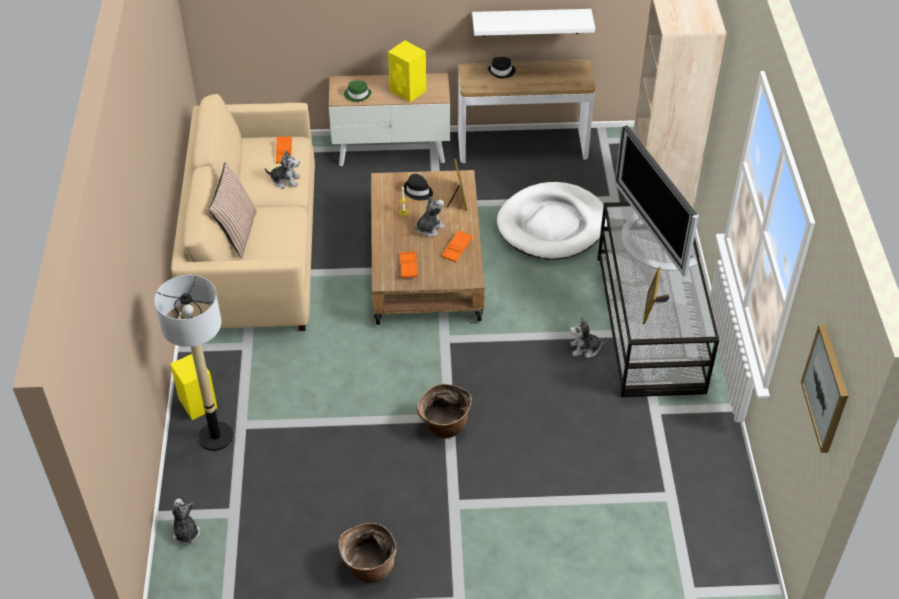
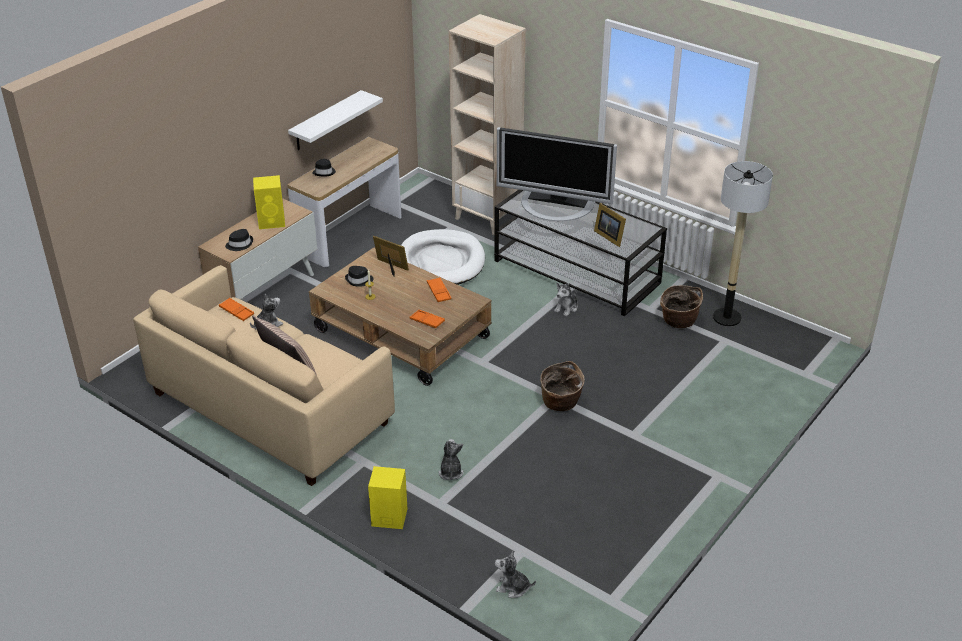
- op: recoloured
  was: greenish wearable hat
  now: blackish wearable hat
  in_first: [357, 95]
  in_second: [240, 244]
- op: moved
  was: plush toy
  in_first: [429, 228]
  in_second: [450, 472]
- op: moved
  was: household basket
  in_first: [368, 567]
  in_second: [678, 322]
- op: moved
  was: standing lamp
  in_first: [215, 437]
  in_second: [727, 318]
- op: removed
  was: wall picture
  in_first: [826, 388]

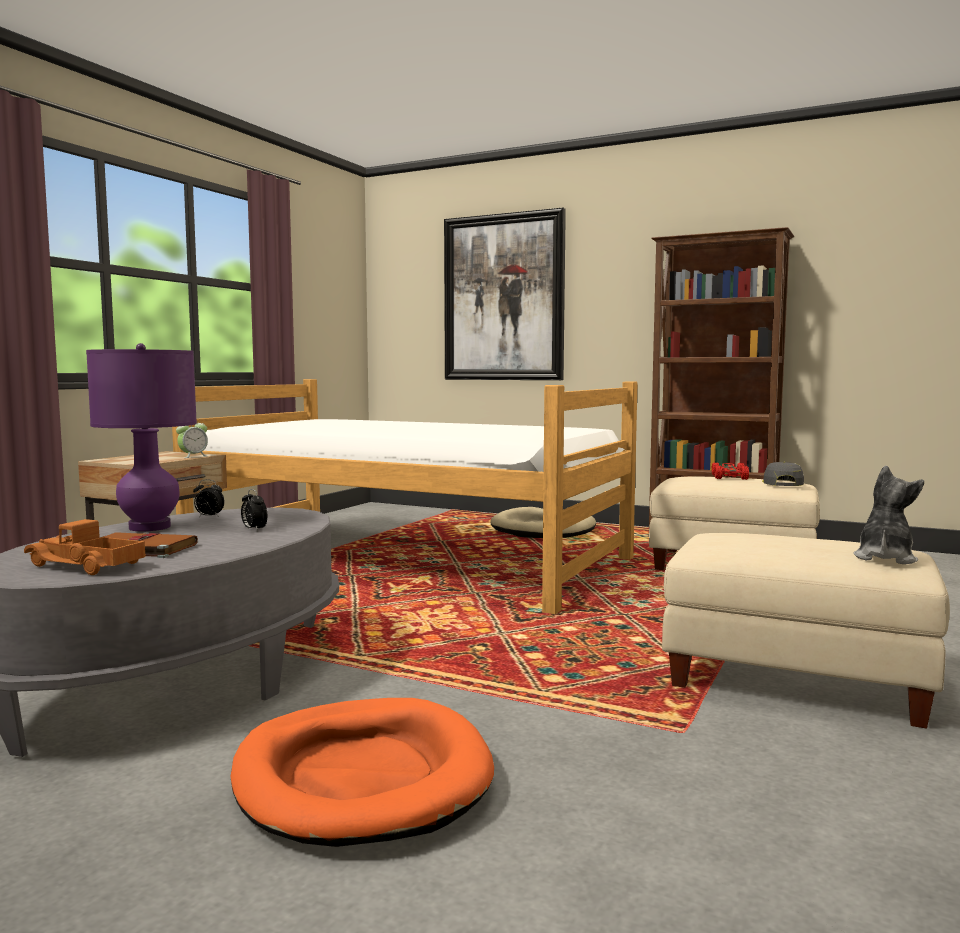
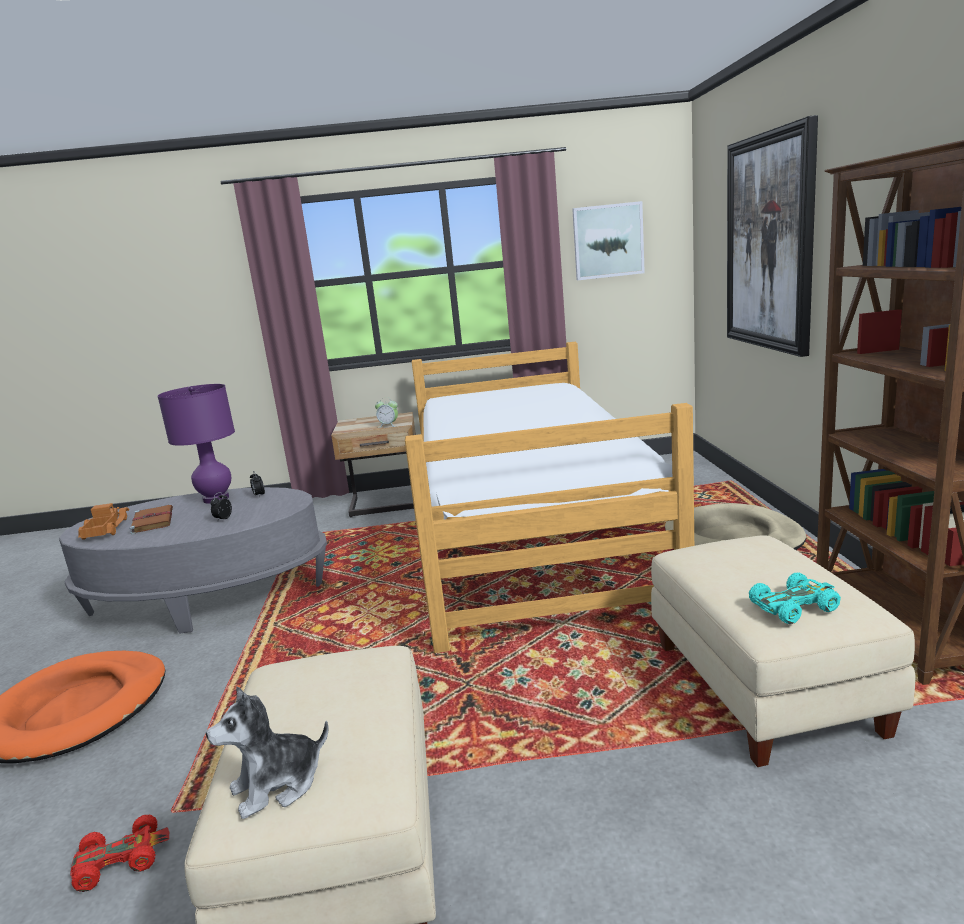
- op: moved
  was: red miniature car
  in_first: [729, 477]
  in_second: [121, 859]
- op: turned
  was: plush toy
  in_first: [884, 558]
  in_second: [277, 785]
  clockwise: 150
- op: added
  now: wall picture
  in_second: [608, 241]
- op: replaced
  was: grey peaked cap
  now: turquoise-coloured miniature car
  in_first: [782, 483]
  in_second: [794, 606]

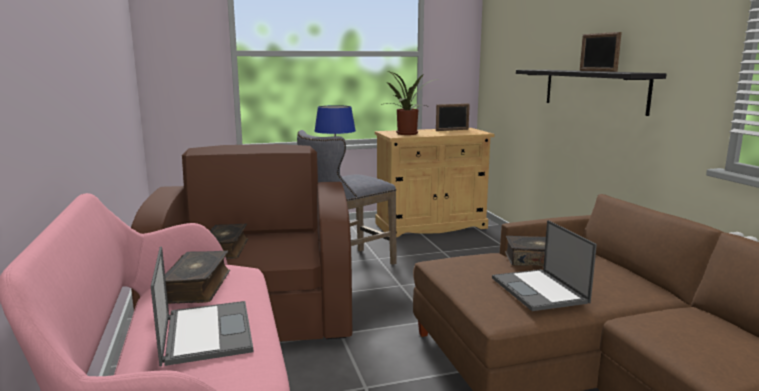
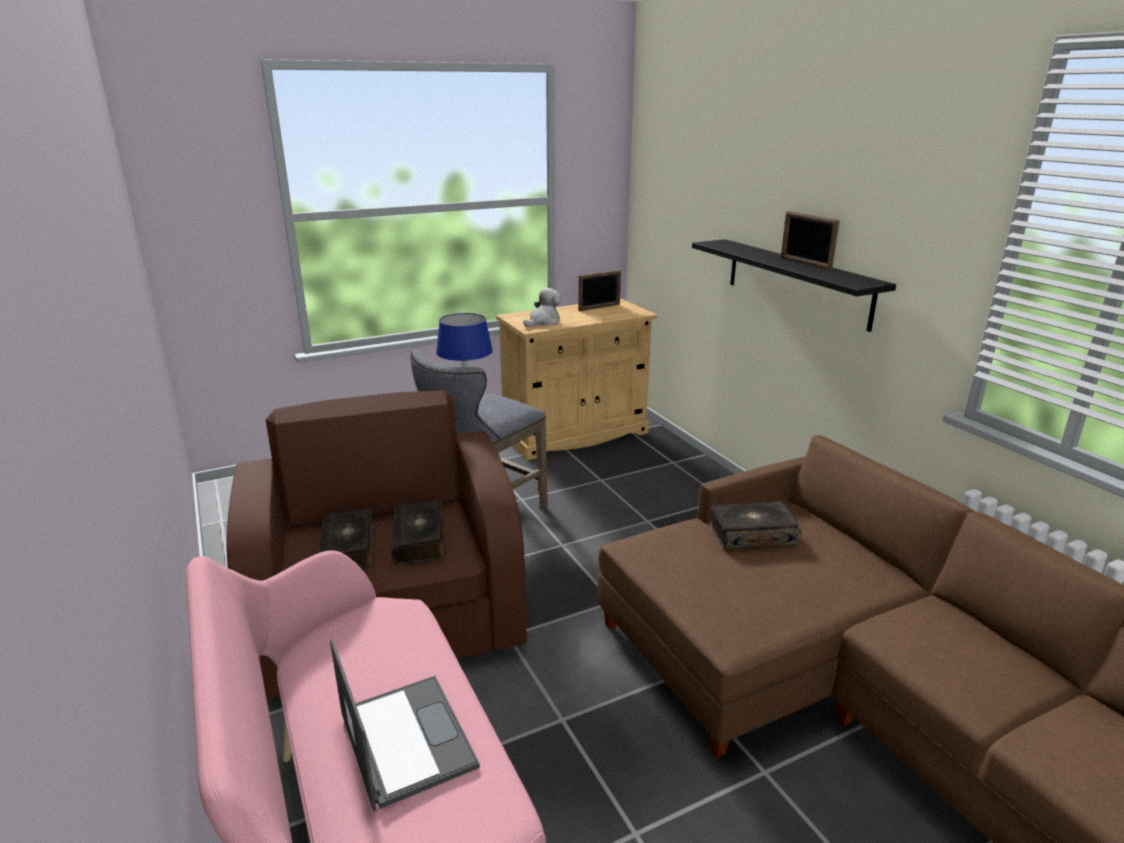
- op: moved
  was: volume
  in_first: [197, 286]
  in_second: [420, 541]
- op: replaced
  was: houseplant
  now: plush toy
  in_first: [407, 134]
  in_second: [543, 322]
- op: removed
  was: portable computer
  in_first: [540, 290]

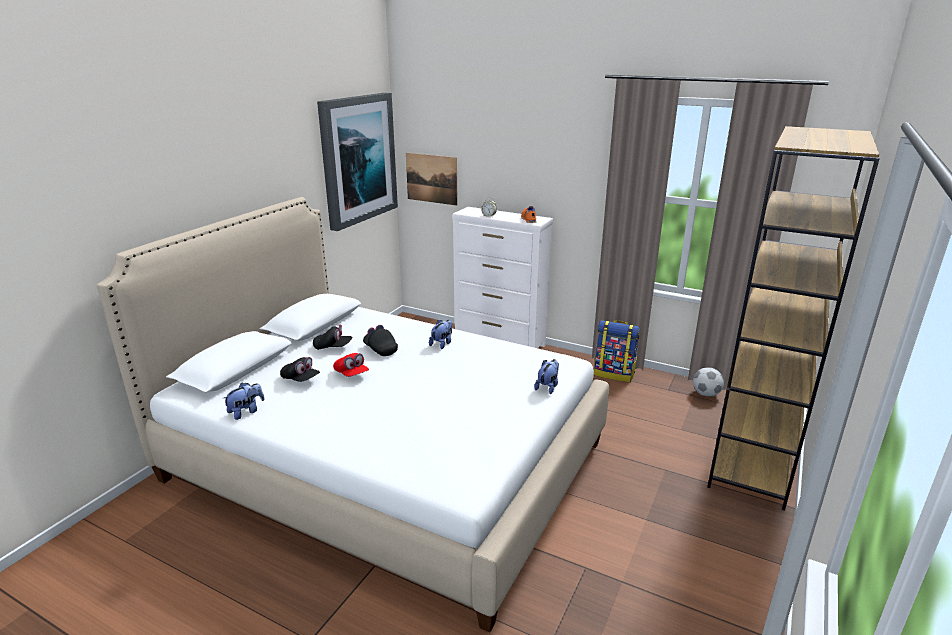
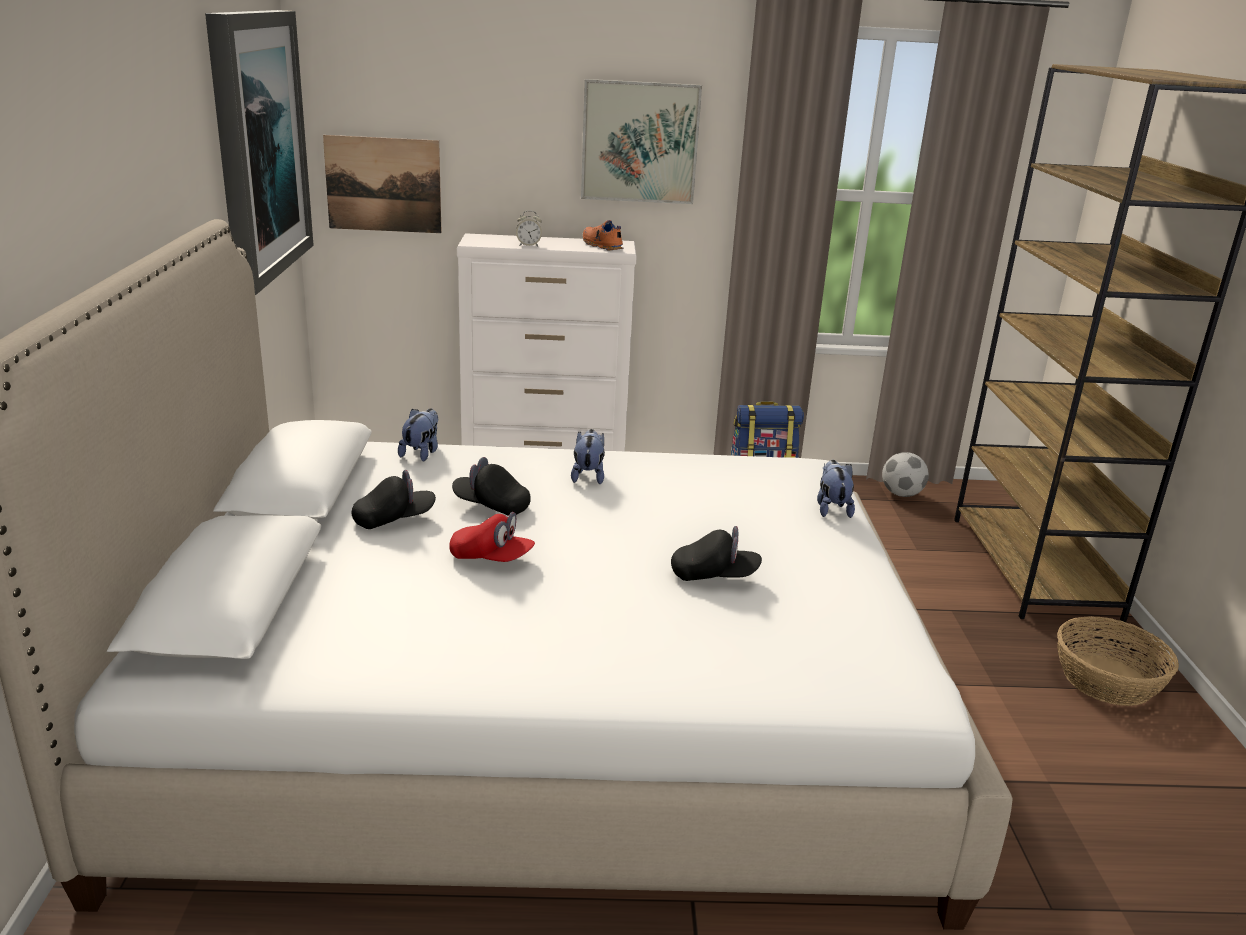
- op: moved
  was: plush toy
  in_first: [246, 412]
  in_second: [421, 453]
- op: added
  now: wall picture
  in_second: [640, 142]
- op: moved
  was: blackish peaked cap
  in_first: [301, 379]
  in_second: [714, 575]
- op: added
  now: household basket
  in_second: [1107, 680]

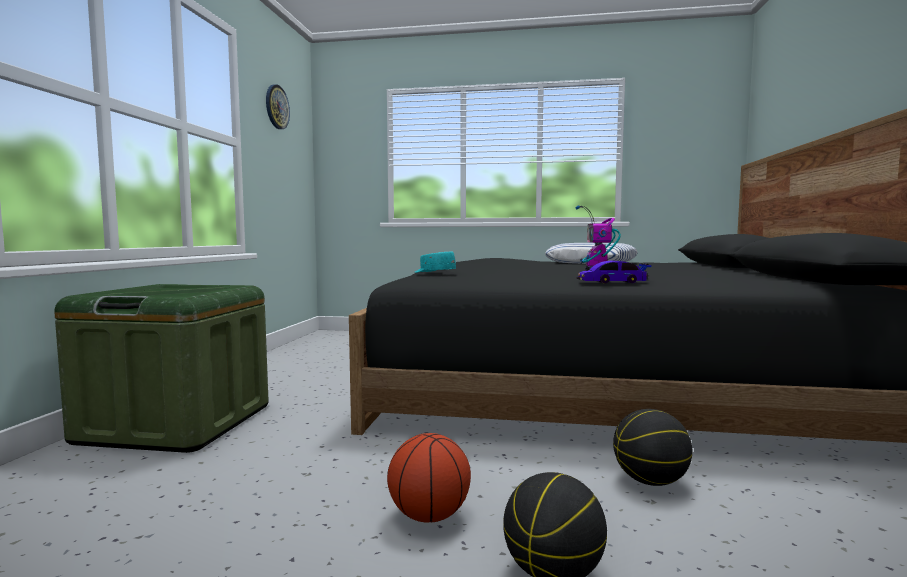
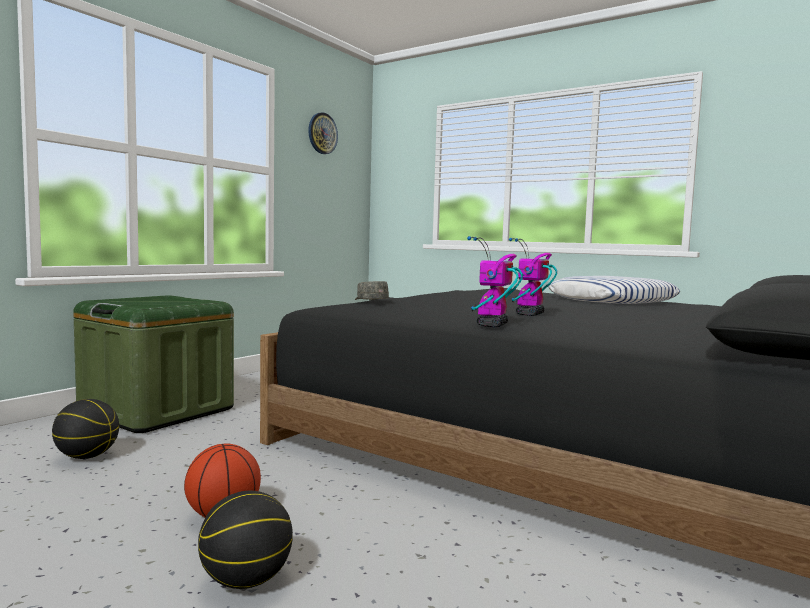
- op: moved
  was: basketball ball
  in_first: [650, 481]
  in_second: [87, 457]
- op: recoloured
  was: turquoise-coloured peaked cap
  now: grey peaked cap
  in_first: [434, 273]
  in_second: [370, 301]
- op: replaced
  was: miniature car
  now: robot figure
  in_first: [612, 282]
  in_second: [492, 325]

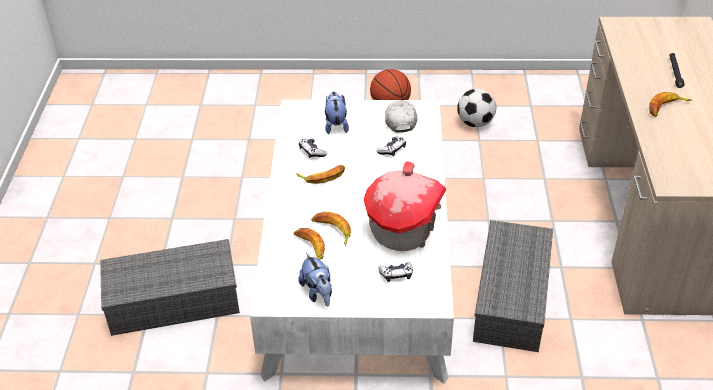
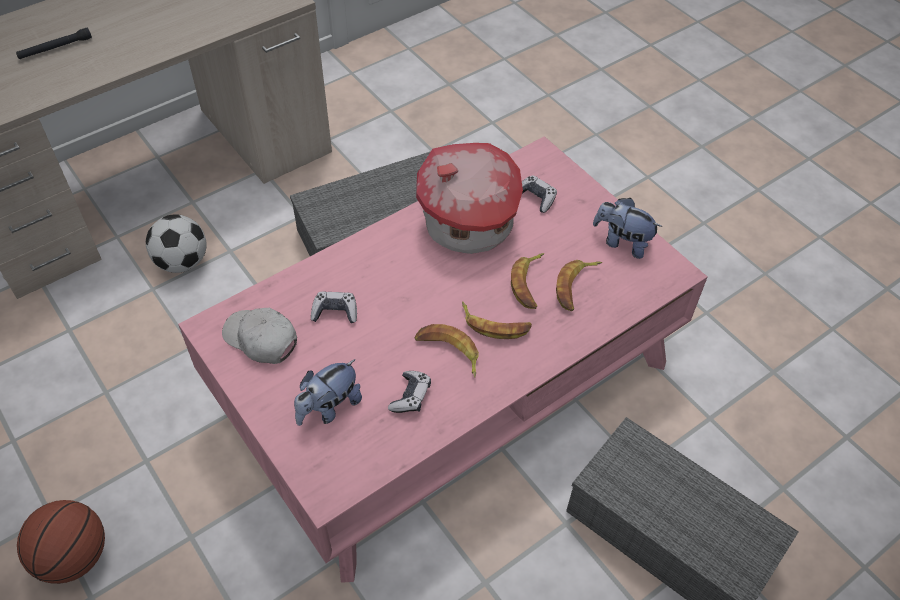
- op: moved
  was: ball for football
  in_first: [475, 123]
  in_second: [182, 262]
- op: recoloured
  was: white-coloured coffee table
  now: pinkish coffee table
  in_first: [358, 265]
  in_second: [446, 382]
- op: turned
  was: white-coloured peaked cap
  in_first: [400, 120]
  in_second: [261, 339]
  clockwise: 75
- op: moved
  was: banana fruit
  in_first: [666, 108]
  in_second: [495, 325]
- op: turned
  was: plush toy
  in_first: [318, 293]
  in_second: [622, 242]
  clockwise: -90

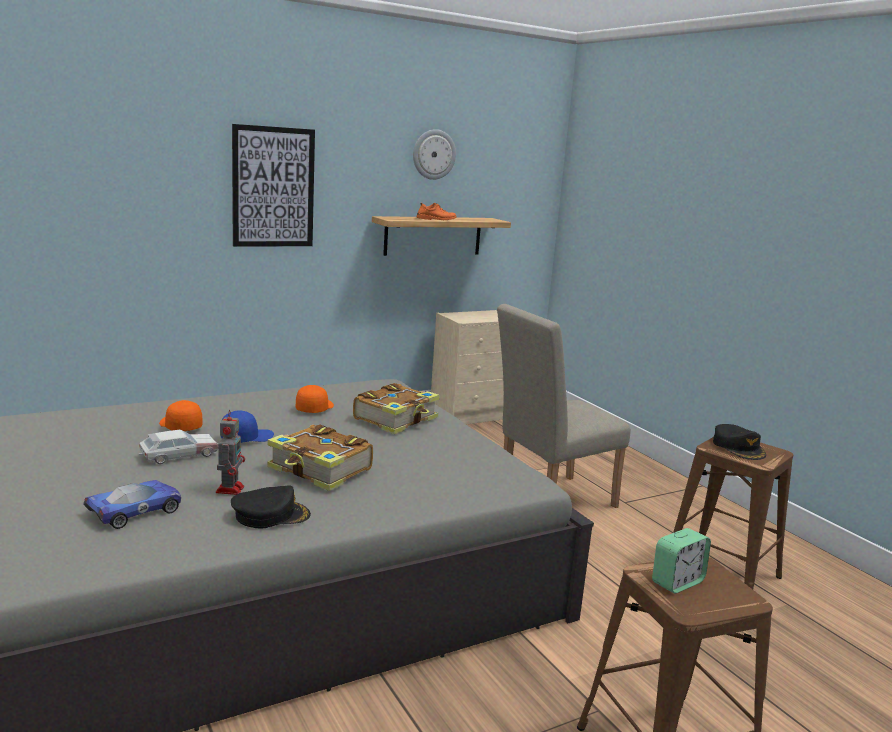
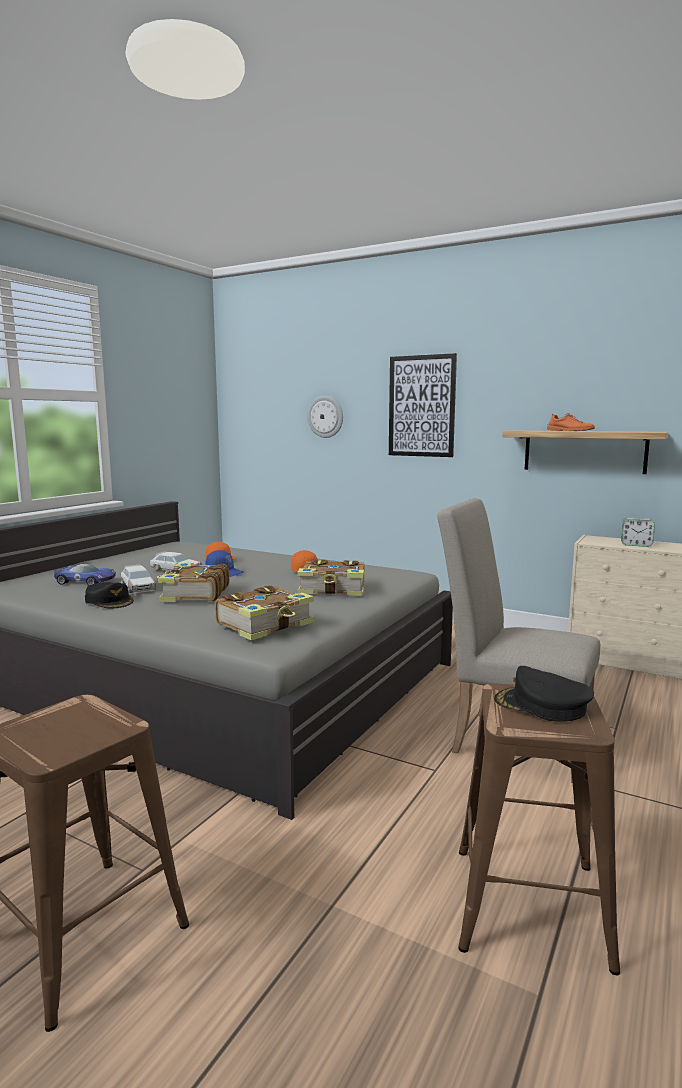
- op: replaced
  was: robot figure
  now: miniature car
  in_first: [230, 489]
  in_second: [138, 587]
- op: added
  now: volume
  in_second: [266, 625]
- op: moved
  was: hanging clock
  in_first: [433, 154]
  in_second: [325, 416]
- op: turned
  was: blackish peaked cap
  in_first: [738, 448]
  in_second: [542, 705]
  clockwise: 75
- op: moved
  was: bedside clock
  in_first: [677, 582]
  in_second: [636, 545]

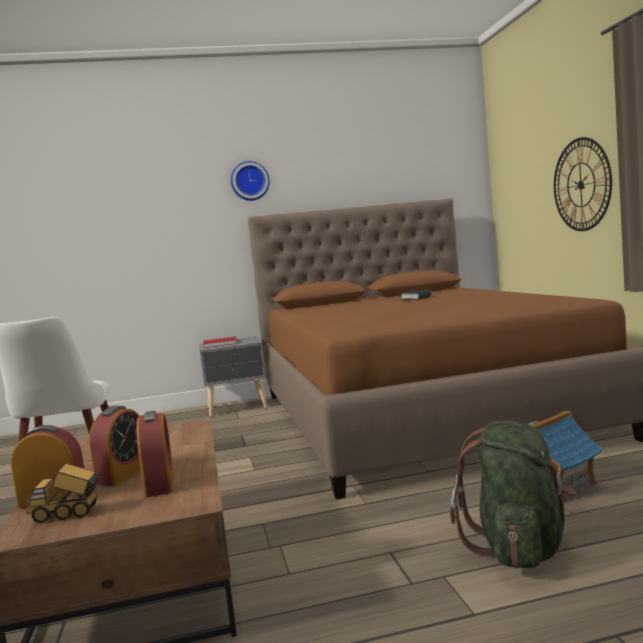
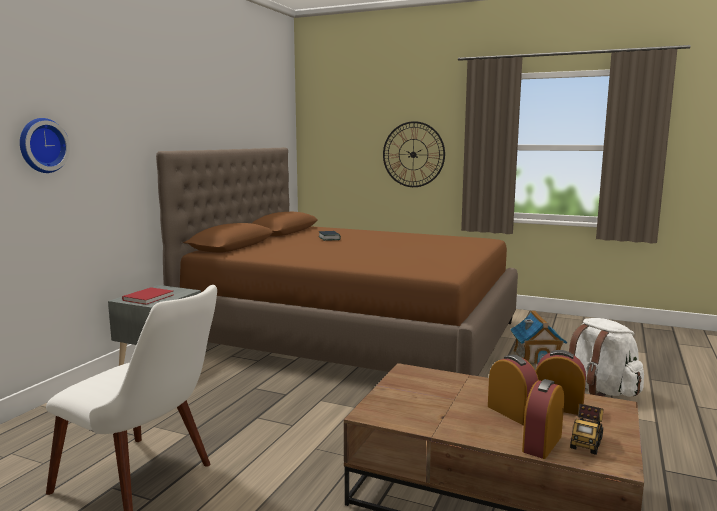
- op: moved
  was: hanging clock
  in_first: [249, 181]
  in_second: [41, 145]
- op: recoloured
  was: greenish backpack
  now: white-coloured backpack
  in_first: [519, 549]
  in_second: [600, 390]

